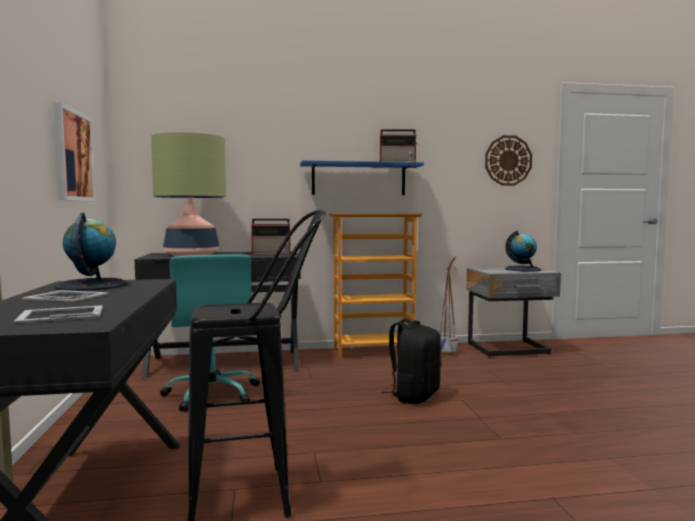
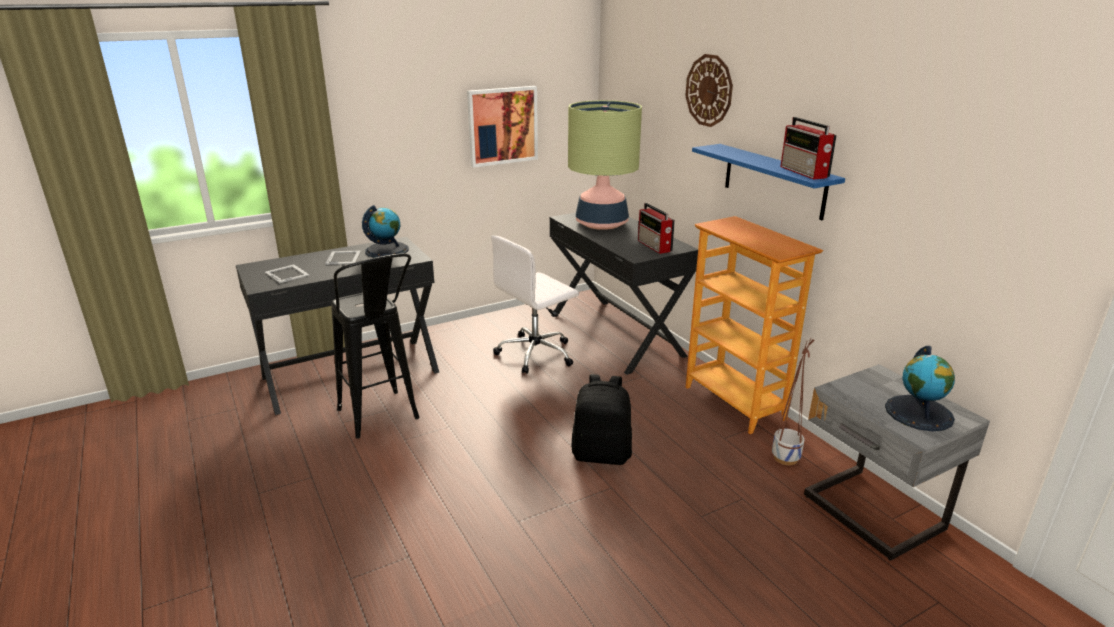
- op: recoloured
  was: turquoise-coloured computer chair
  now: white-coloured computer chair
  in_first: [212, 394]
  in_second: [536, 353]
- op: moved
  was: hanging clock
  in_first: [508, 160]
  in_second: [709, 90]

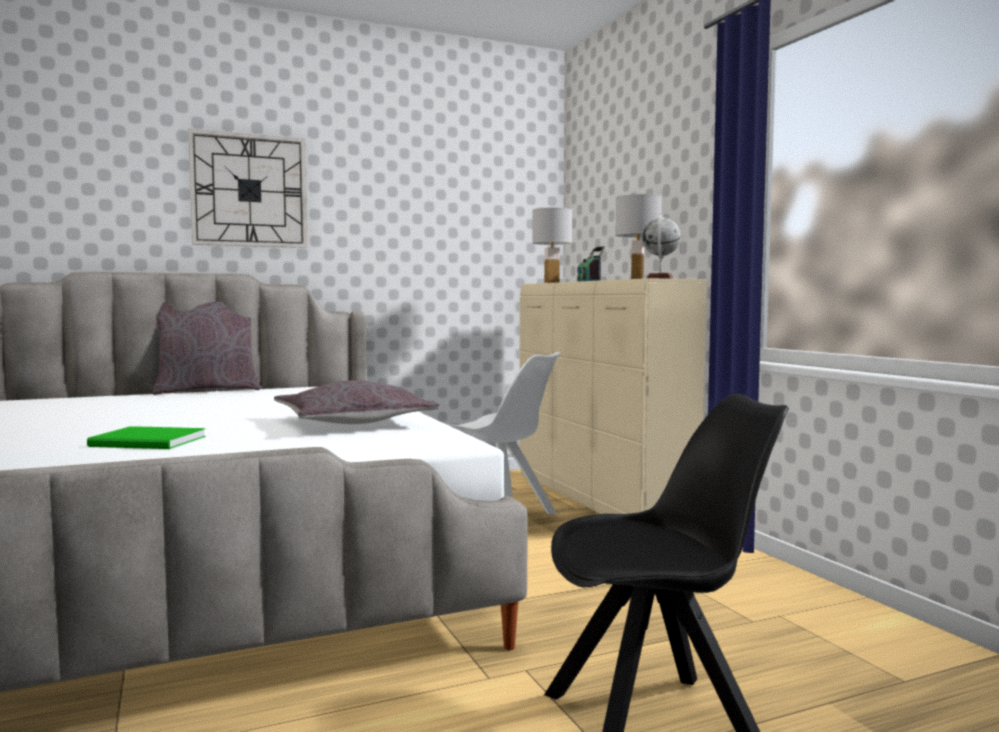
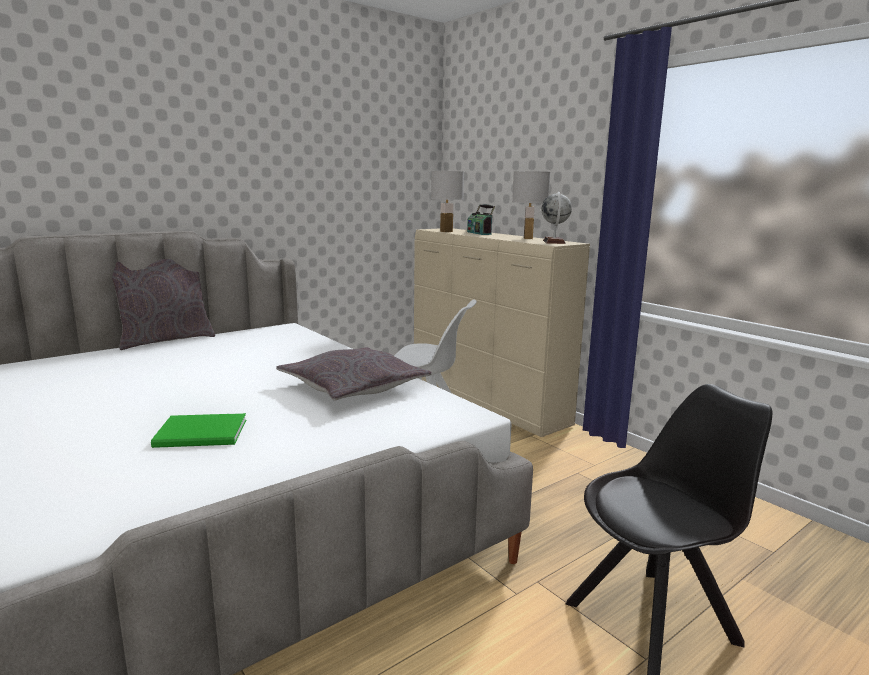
- op: removed
  was: hanging clock
  in_first: [249, 191]

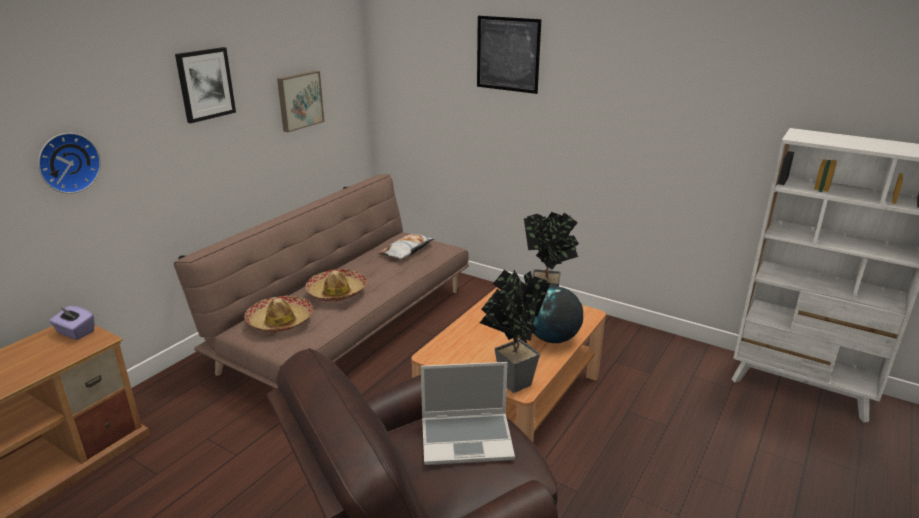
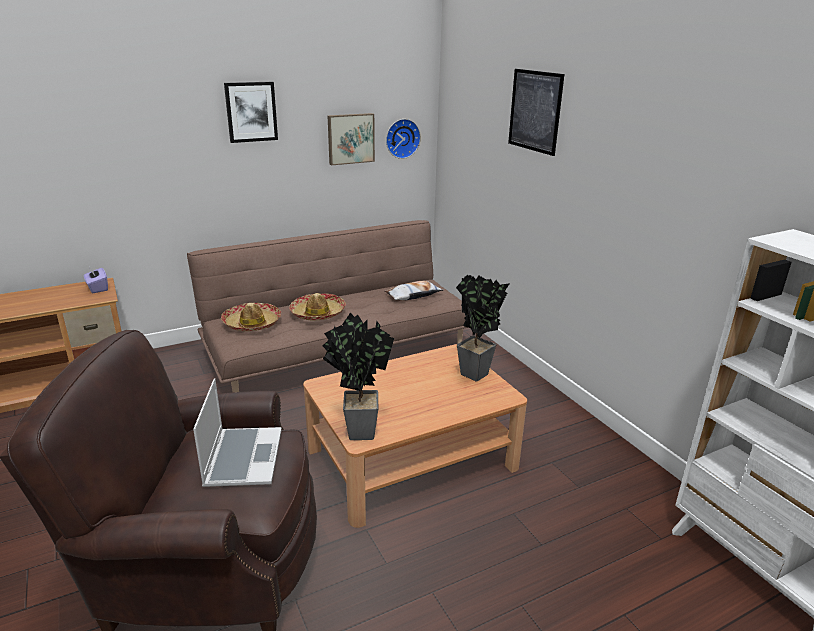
- op: turned
  was: portable computer
  in_first: [467, 439]
  in_second: [243, 457]
  clockwise: -120
- op: moved
  was: hanging clock
  in_first: [67, 162]
  in_second: [402, 138]
- op: removed
  was: globe
  in_first: [553, 338]

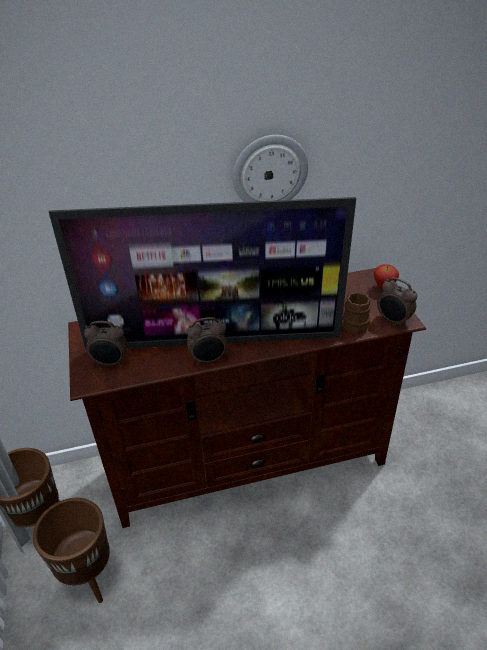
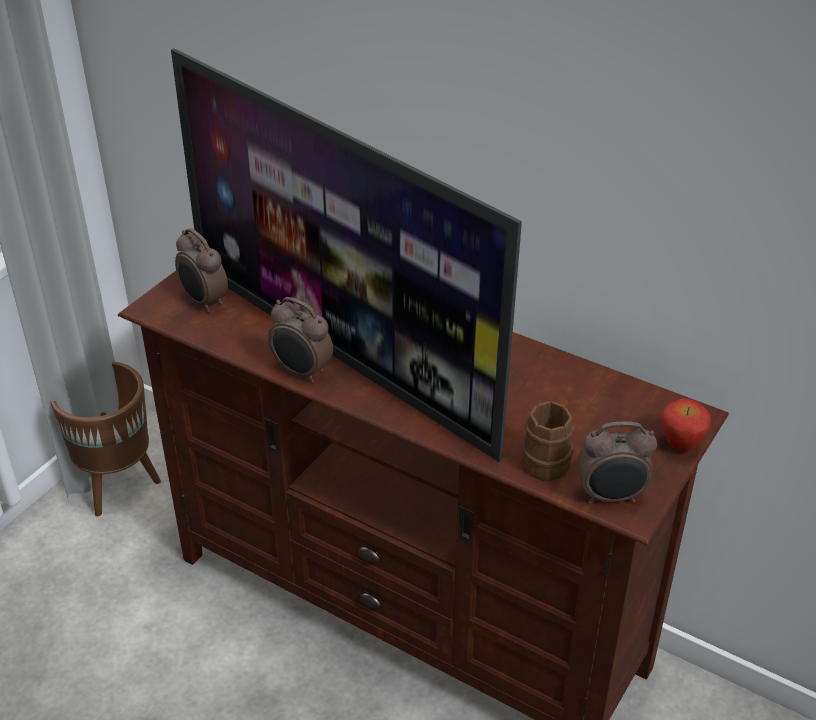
- op: turned
  was: bedside clock
  in_first: [393, 321]
  in_second: [611, 497]
  clockwise: -90
- op: removed
  was: brownish flower pot
  in_first: [90, 577]
- op: removed
  was: hanging clock
  in_first: [269, 172]

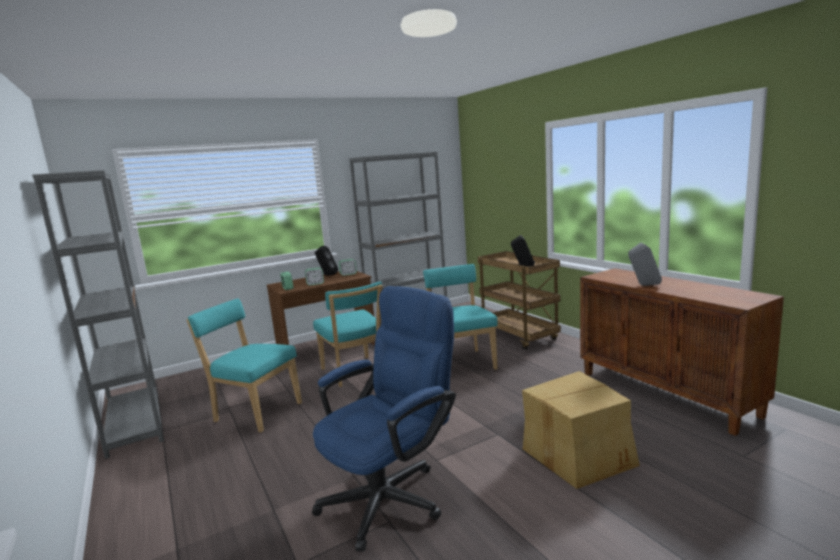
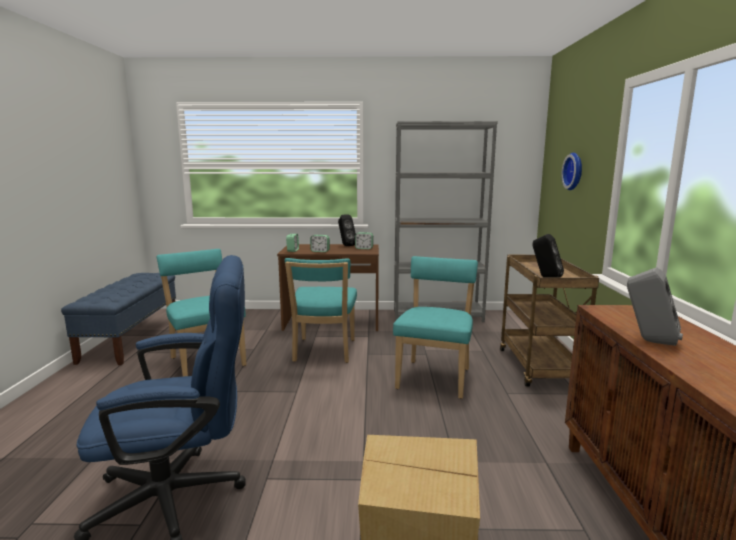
- op: replaced
  was: grey bookshelf
  now: blue long seat
  in_first: [134, 423]
  in_second: [131, 339]
- op: added
  now: hanging clock
  in_second: [575, 171]

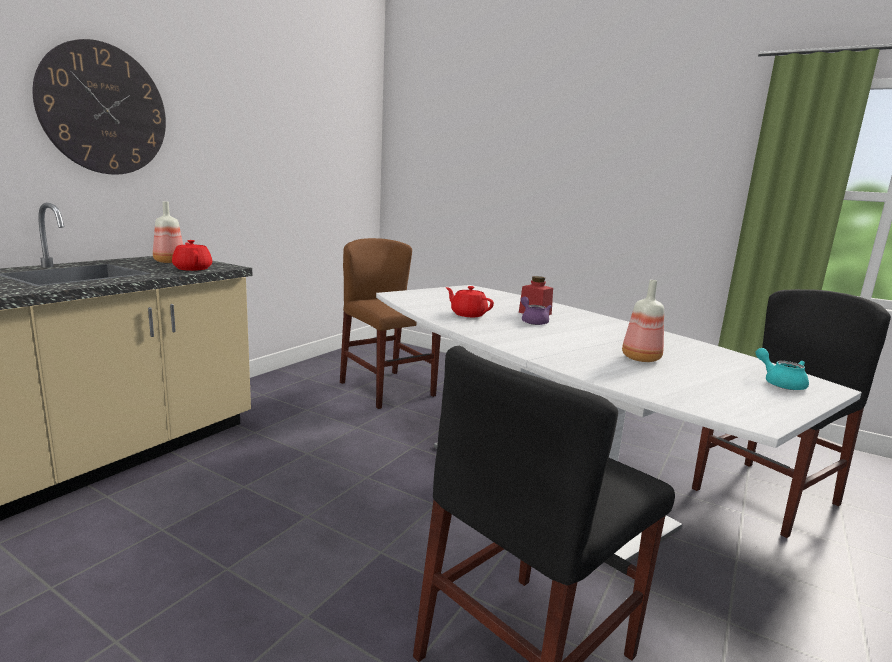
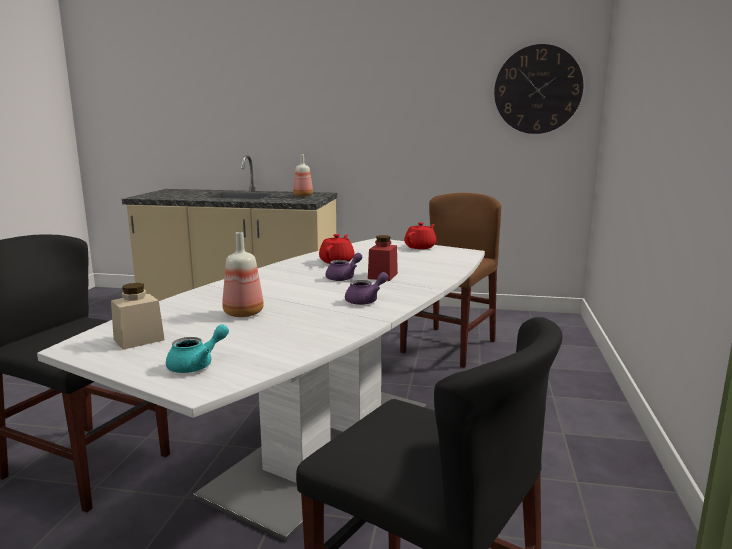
- op: added
  now: sand-coloured jar
  in_second: [139, 340]
- op: added
  now: purplish teapot
  in_second: [366, 300]
- op: moved
  was: red teapot
  in_first: [193, 268]
  in_second: [420, 247]
- op: moved
  was: hanging clock
  in_first: [104, 109]
  in_second: [538, 89]

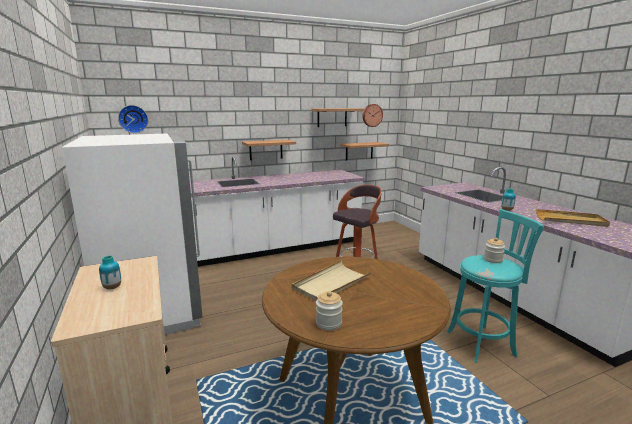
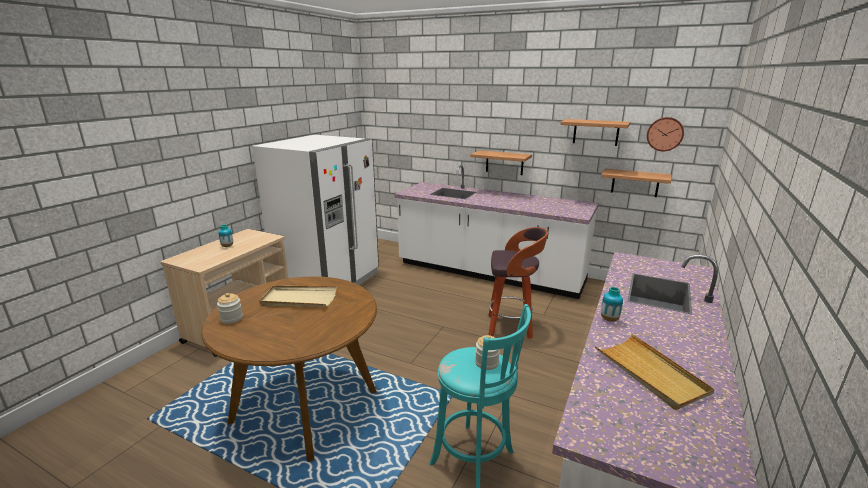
- op: removed
  was: hanging clock
  in_first: [133, 119]

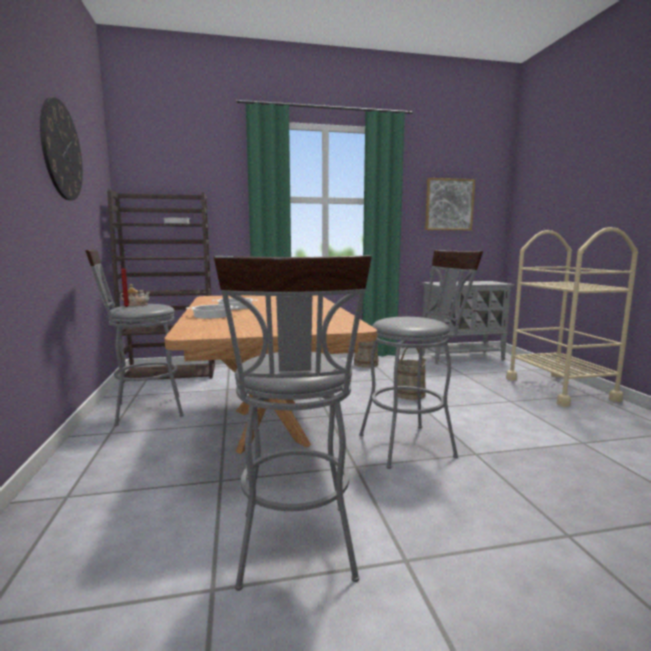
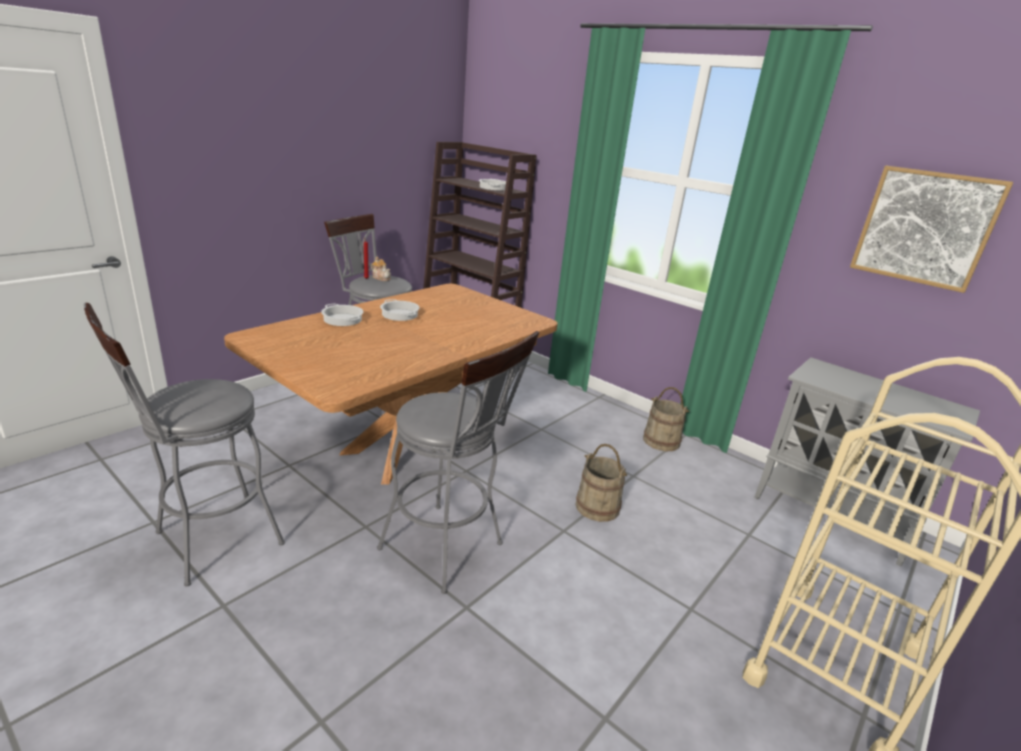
- op: removed
  was: hanging clock
  in_first: [61, 150]

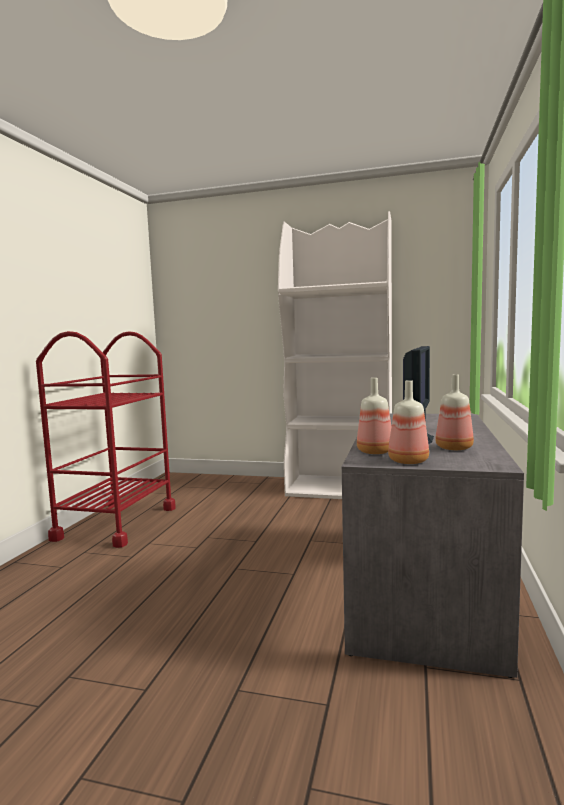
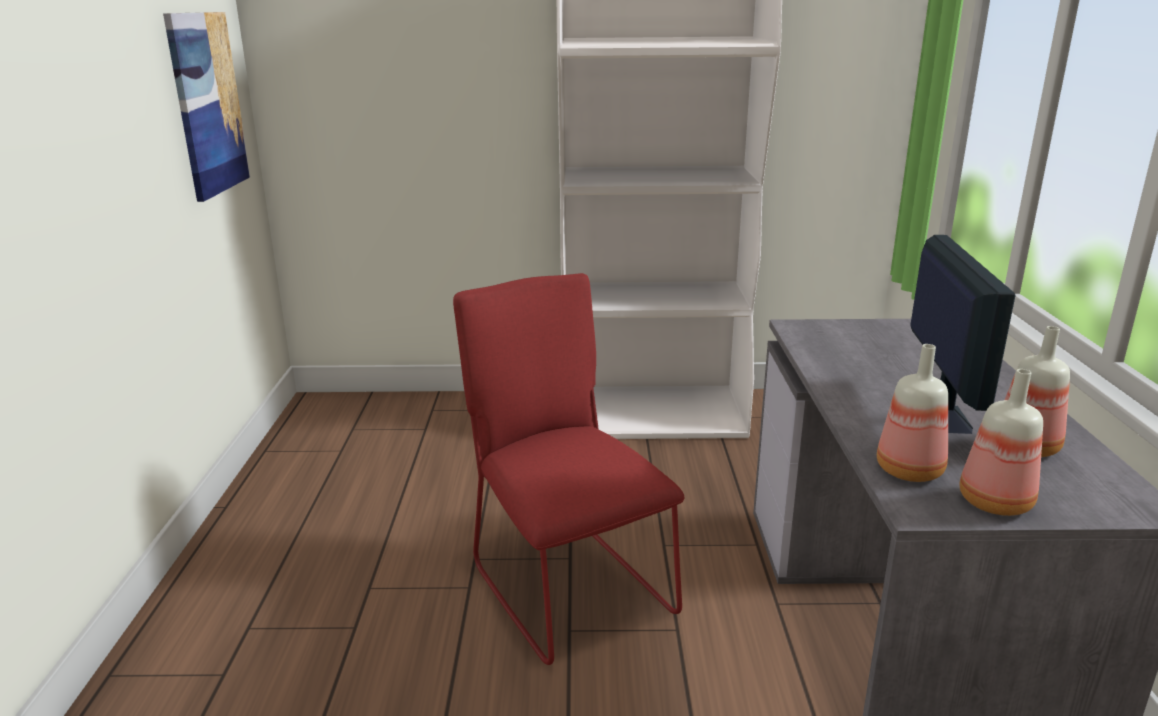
- op: added
  now: wall picture
  in_second: [207, 103]
- op: added
  now: red upright chair
  in_second: [566, 585]
- op: removed
  was: red wheeled cart
  in_first: [116, 523]

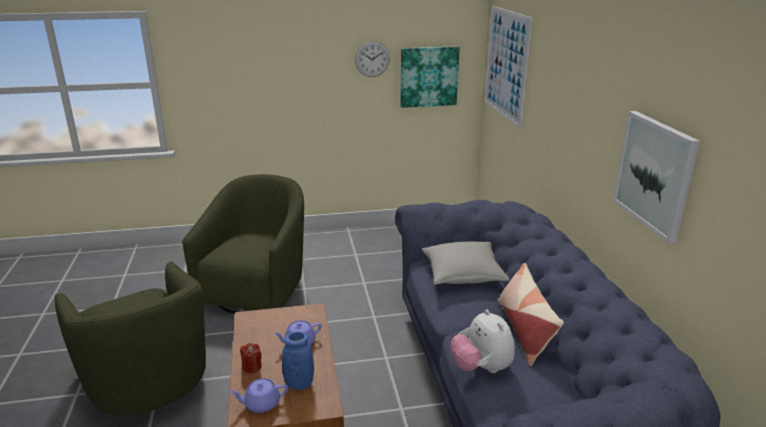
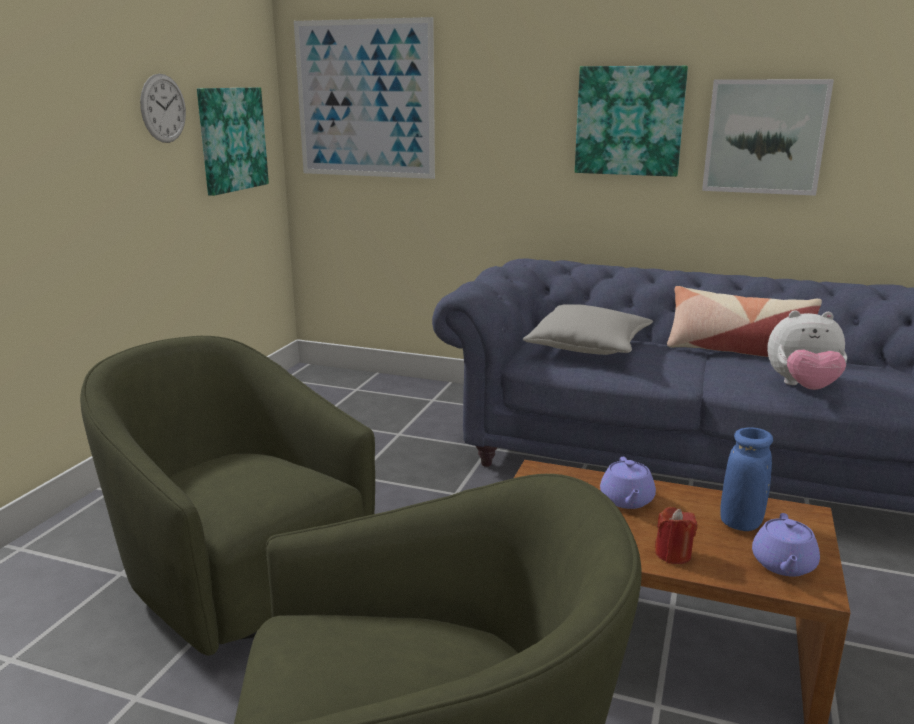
- op: added
  now: wall picture
  in_second: [629, 121]

